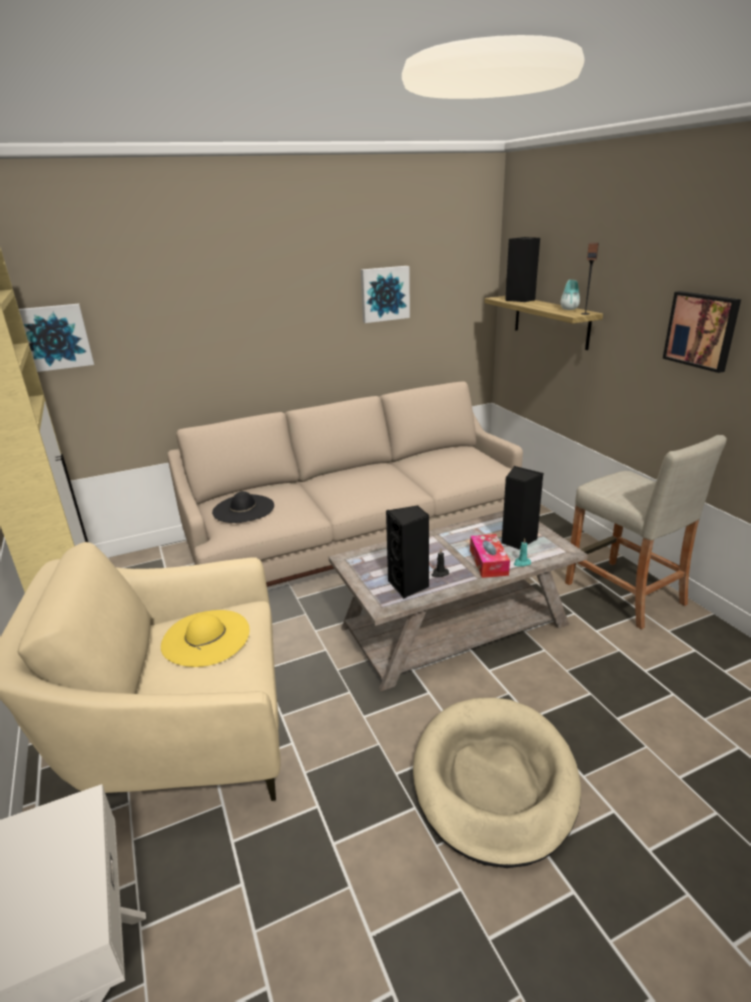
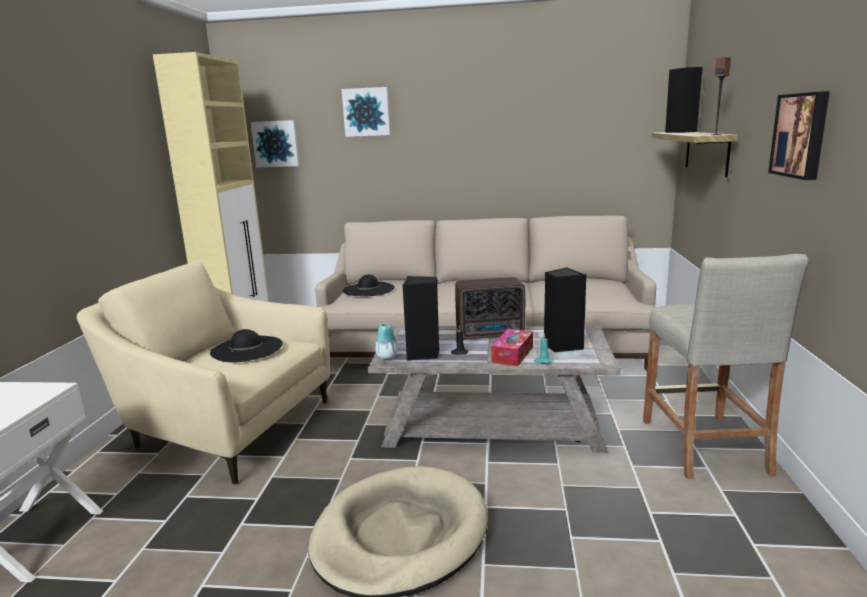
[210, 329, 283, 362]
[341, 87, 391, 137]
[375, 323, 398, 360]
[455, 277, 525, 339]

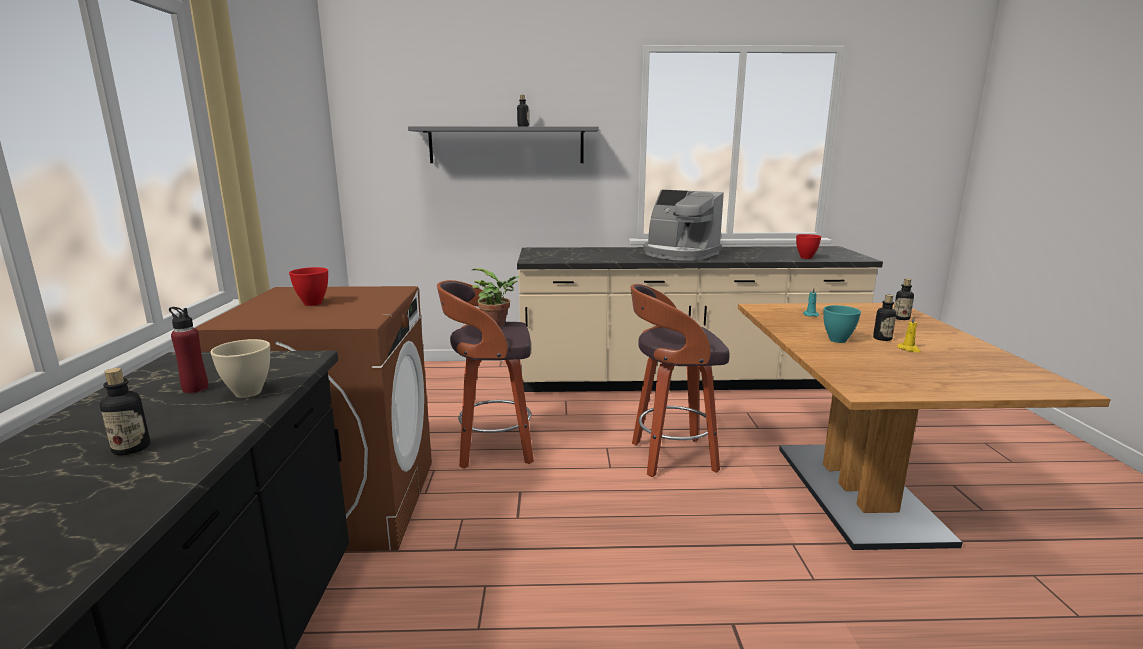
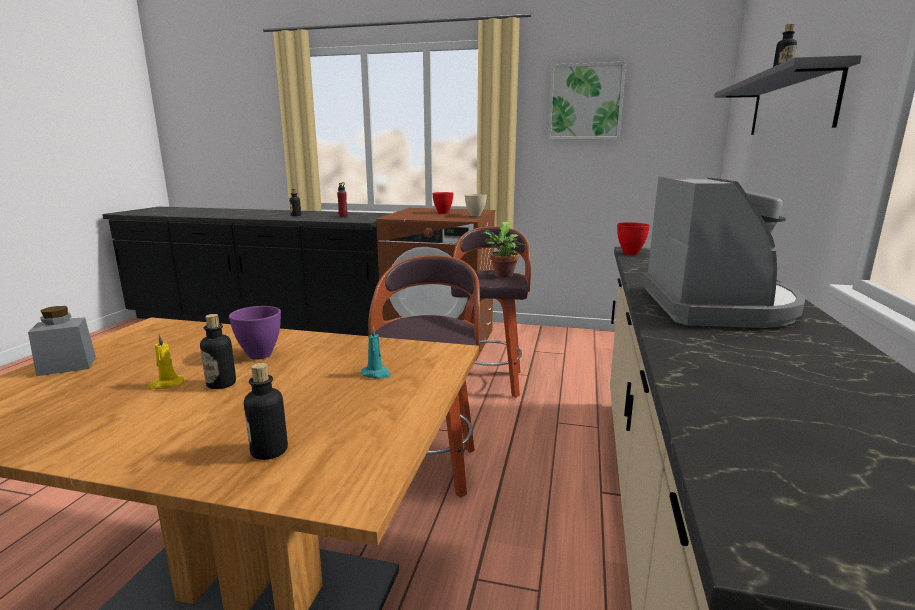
[28, 306, 96, 376]
[229, 306, 281, 360]
[465, 194, 487, 217]
[548, 62, 626, 139]
[617, 222, 650, 255]
[642, 176, 806, 328]

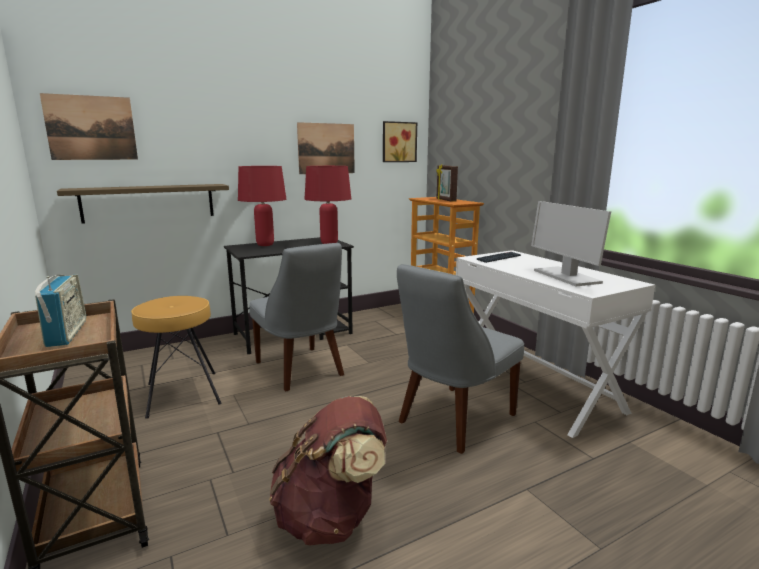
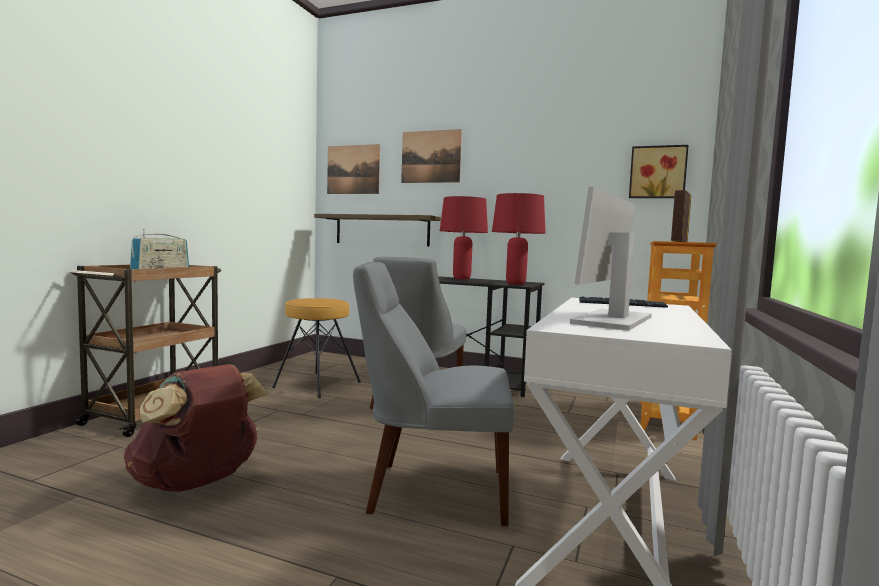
[401, 129, 462, 183]

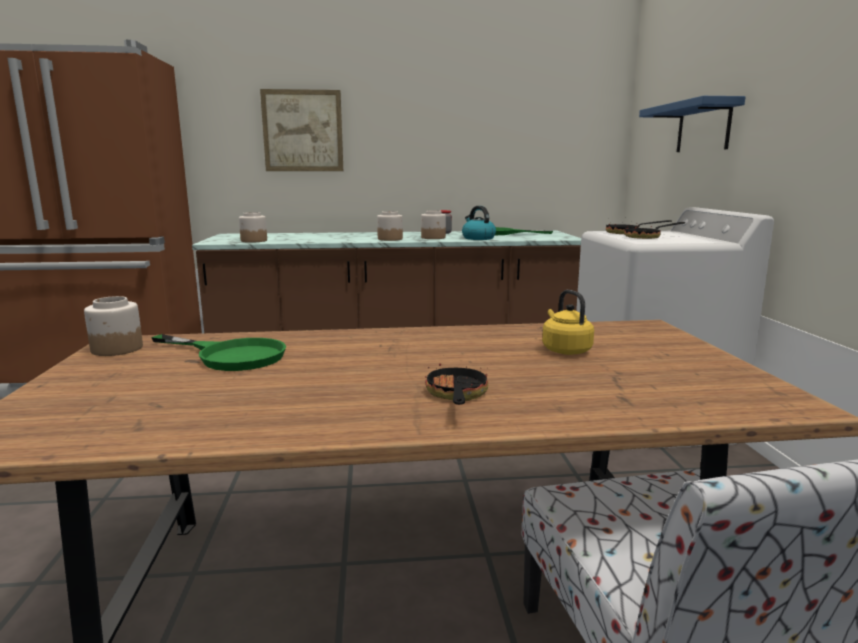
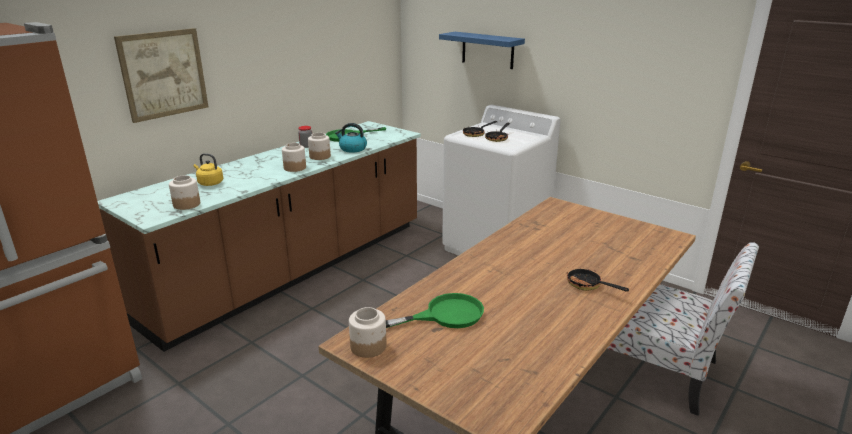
[194, 153, 223, 186]

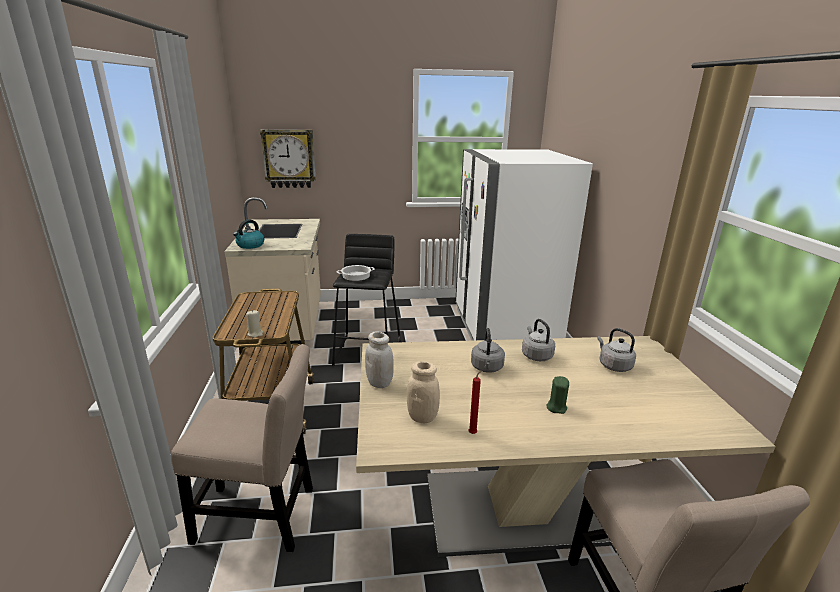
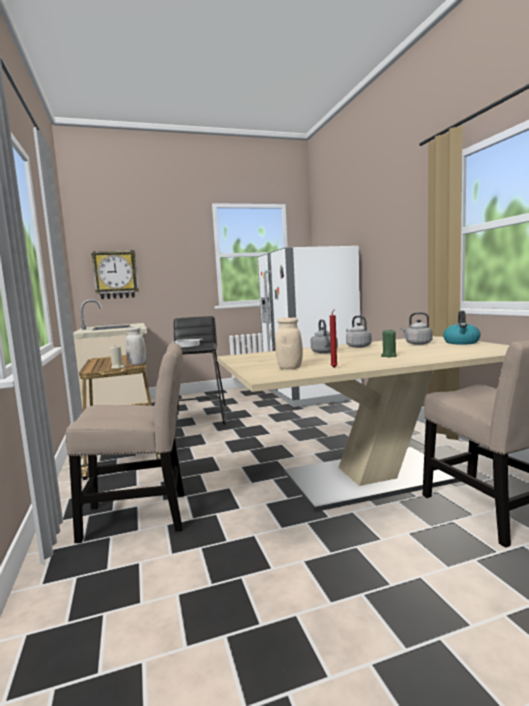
[125, 327, 146, 365]
[443, 311, 481, 345]

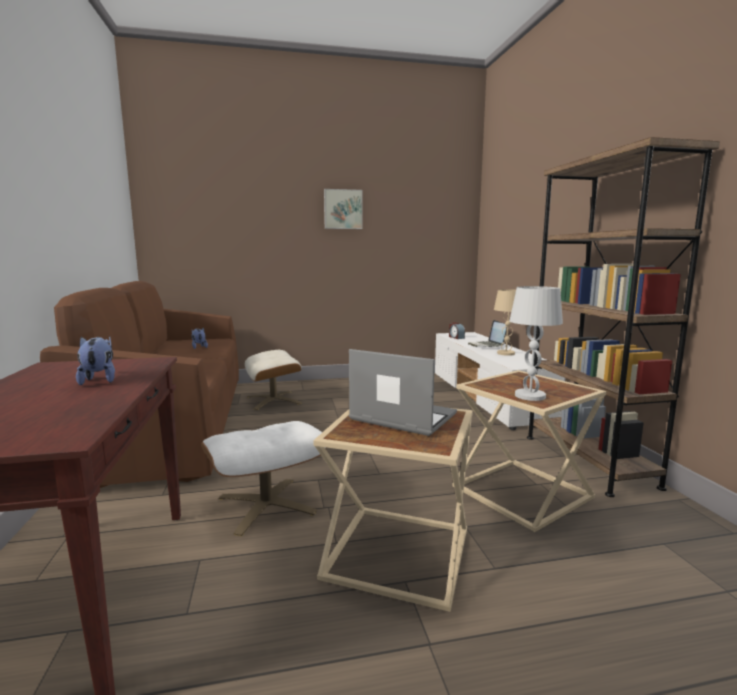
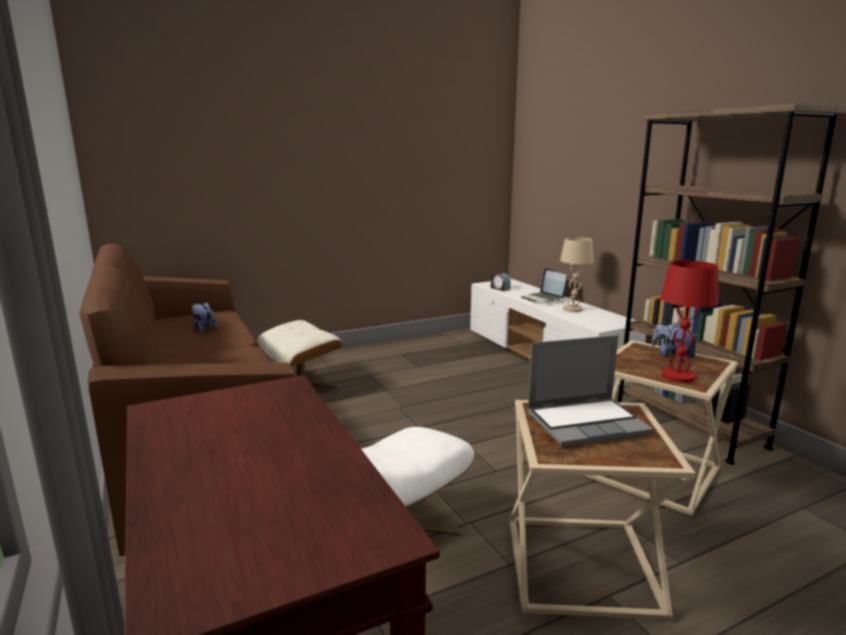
[527, 335, 654, 447]
[652, 322, 698, 362]
[660, 260, 719, 383]
[324, 189, 363, 229] (first image)

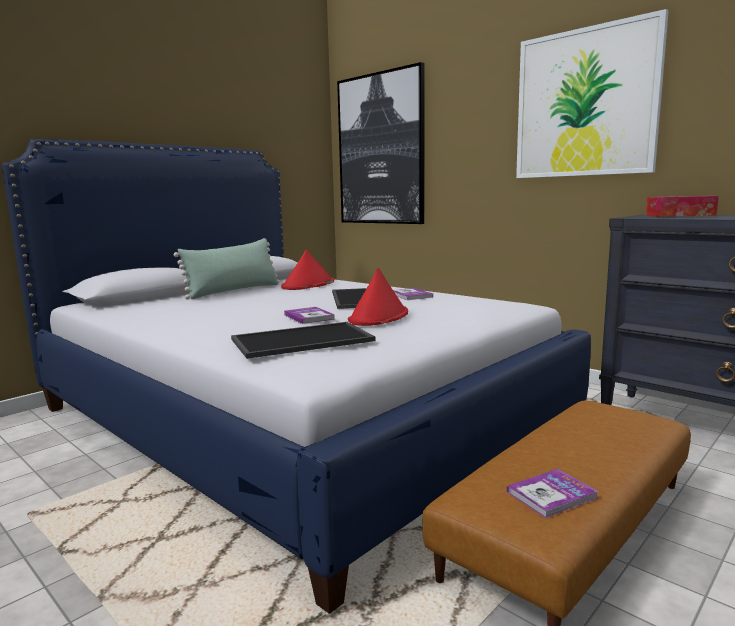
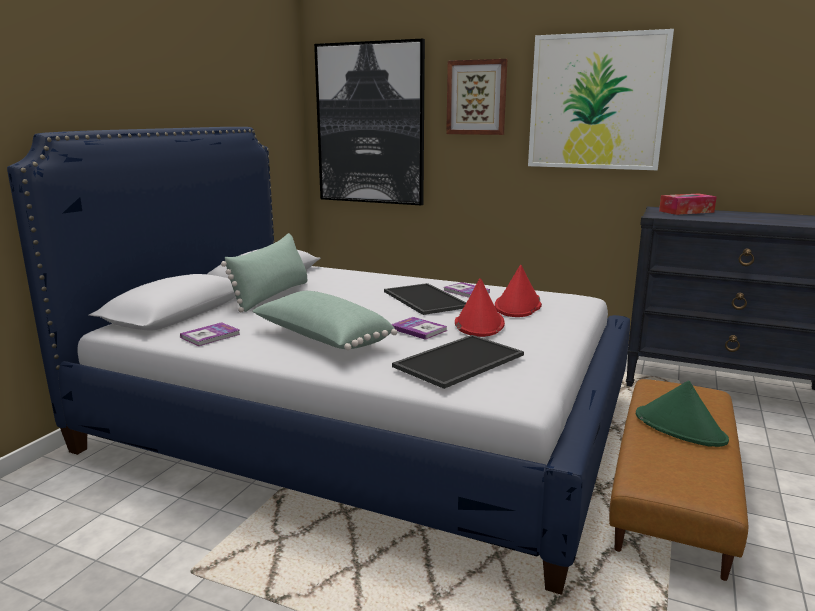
[180, 322, 240, 346]
[252, 291, 397, 350]
[446, 59, 507, 135]
[495, 265, 542, 317]
[636, 381, 729, 447]

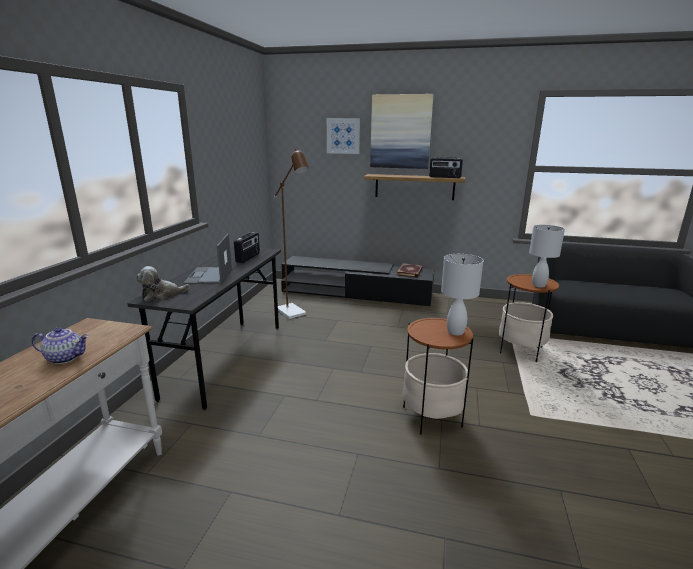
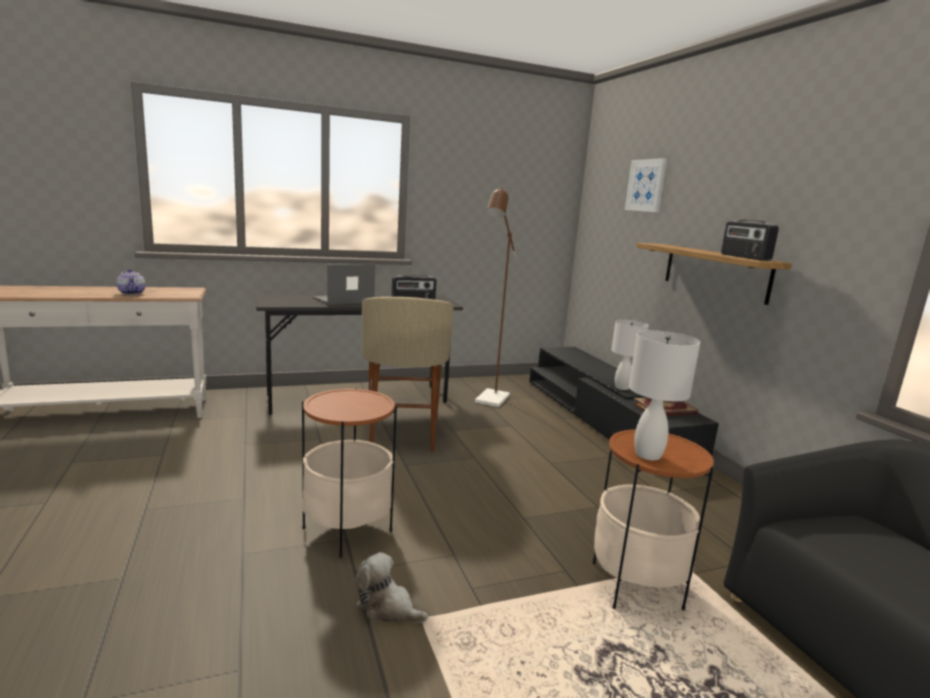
[355, 552, 428, 623]
[362, 297, 454, 451]
[611, 320, 649, 390]
[370, 94, 433, 169] (first image)

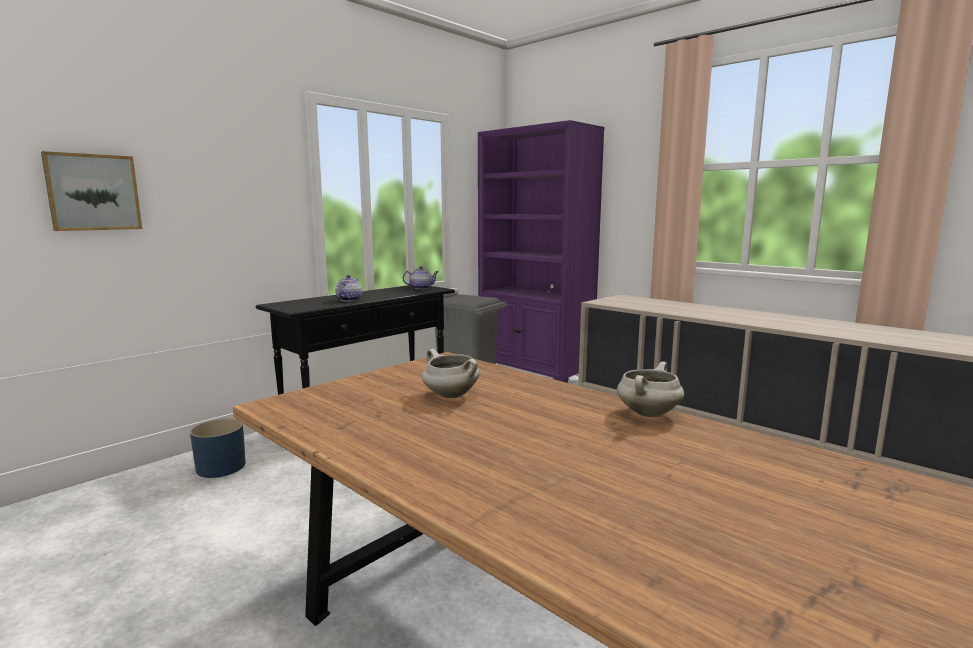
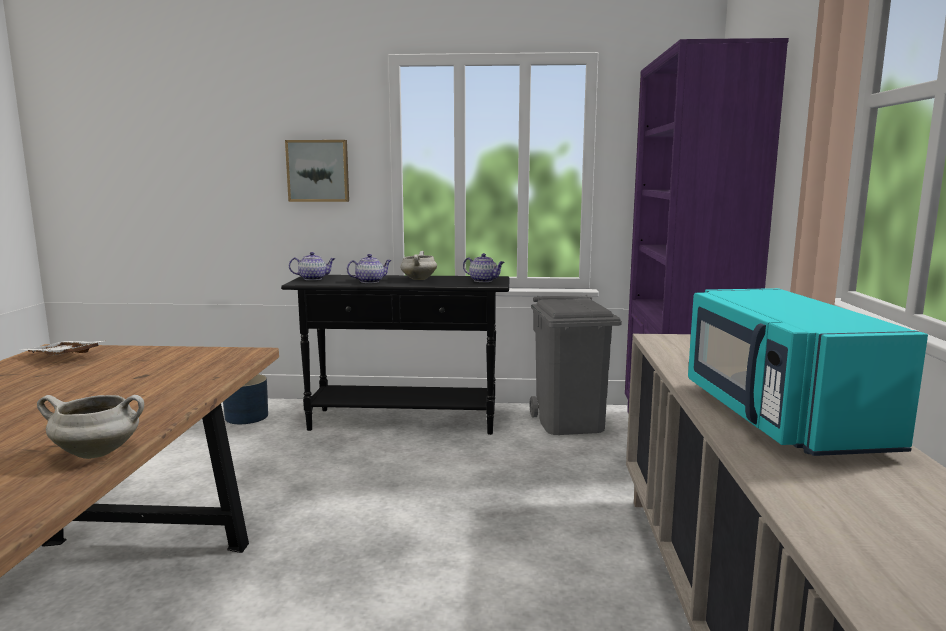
[20, 341, 103, 355]
[285, 140, 349, 202]
[289, 252, 335, 280]
[400, 251, 437, 280]
[688, 288, 928, 456]

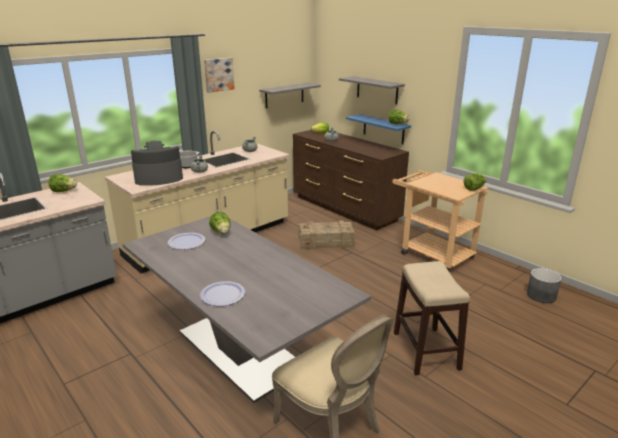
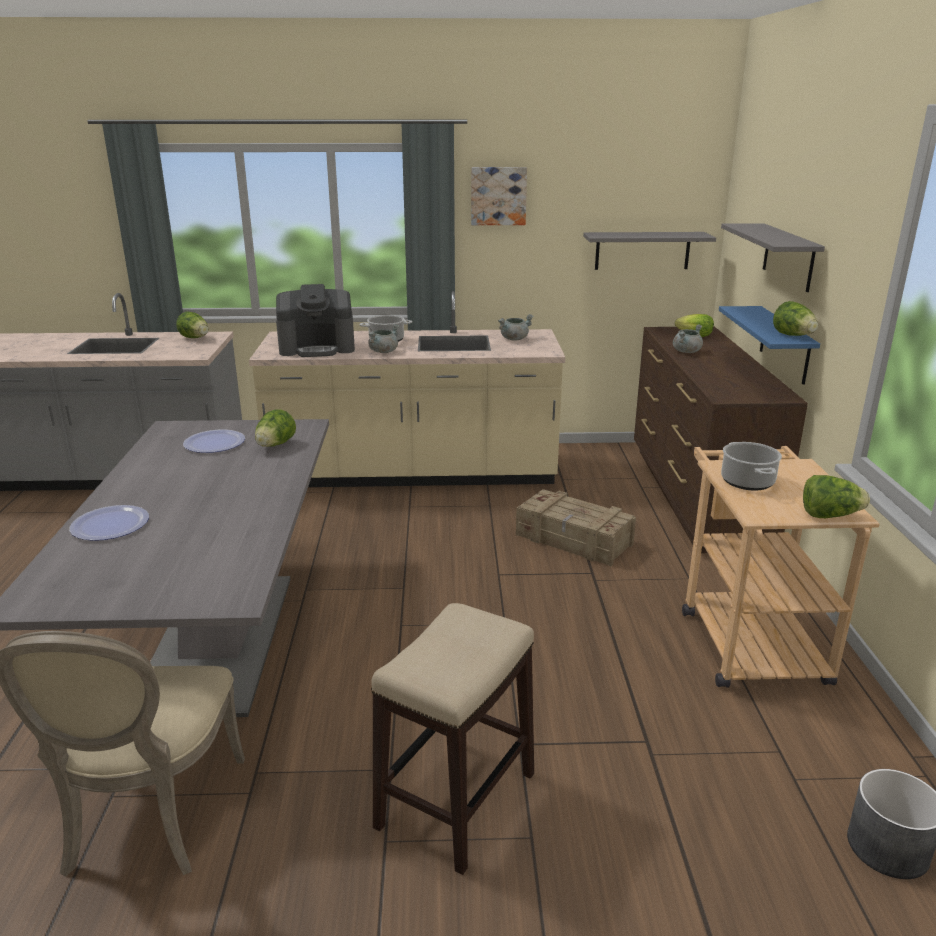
[276, 284, 355, 357]
[721, 442, 782, 490]

